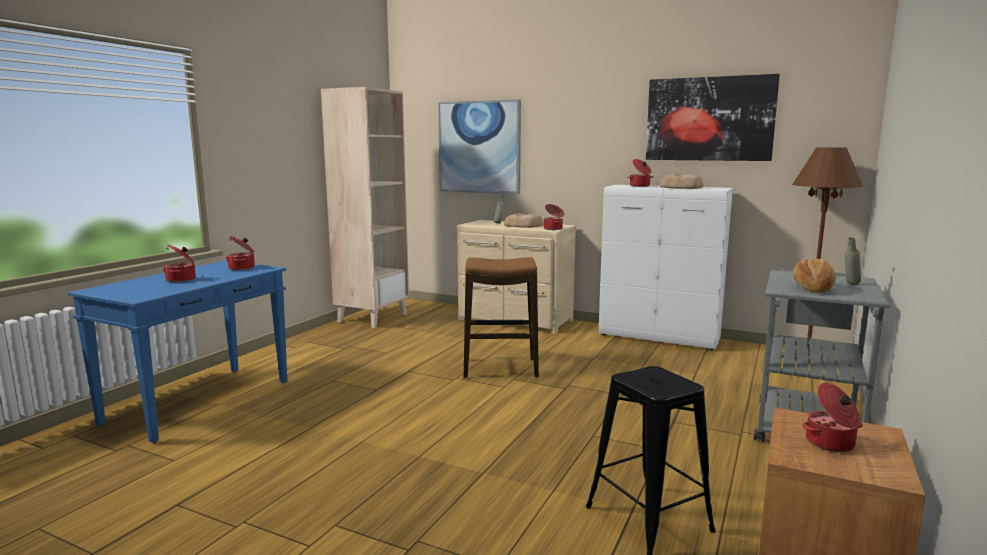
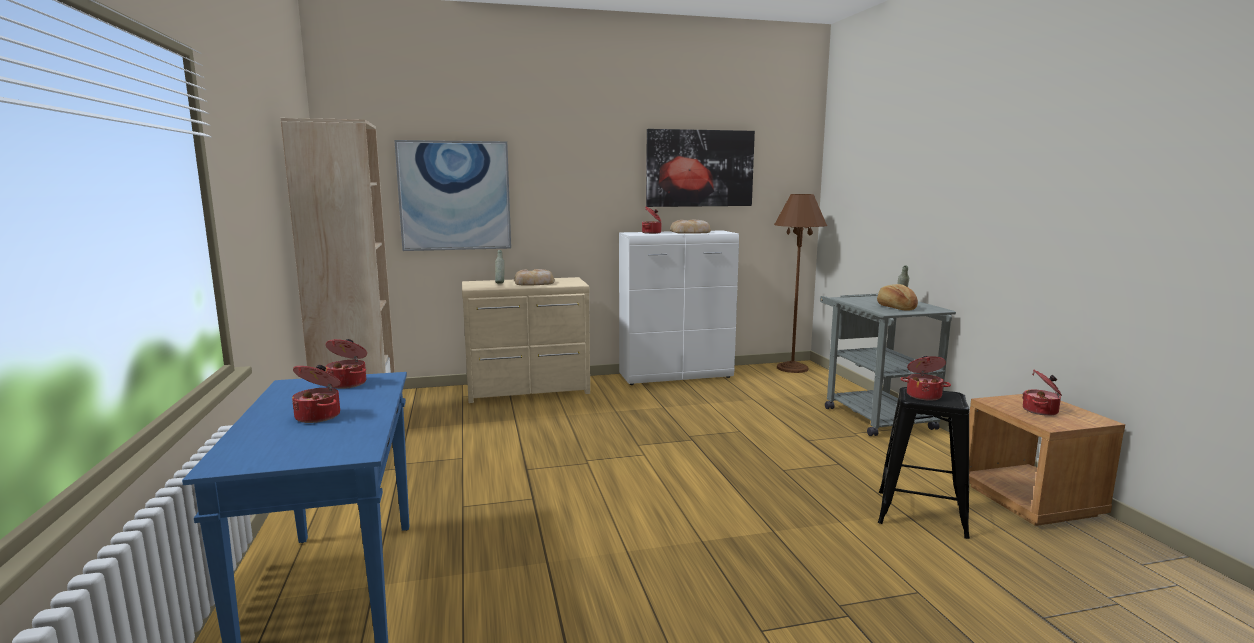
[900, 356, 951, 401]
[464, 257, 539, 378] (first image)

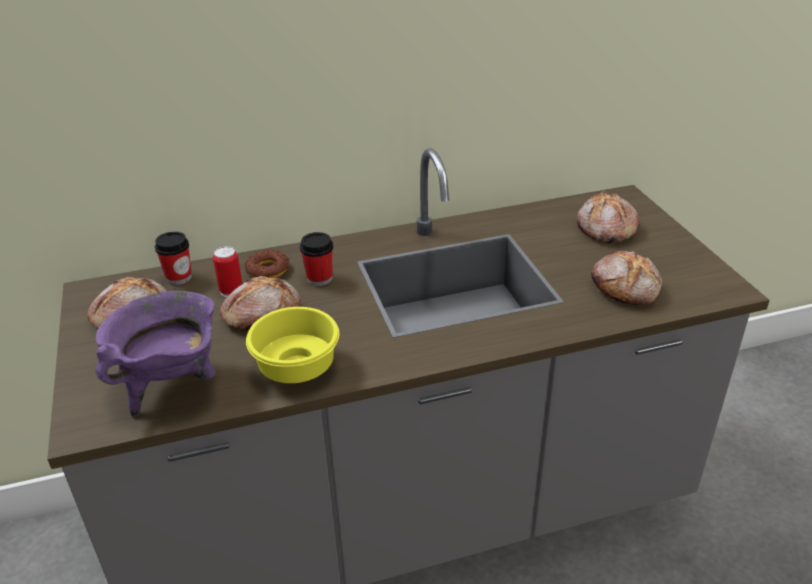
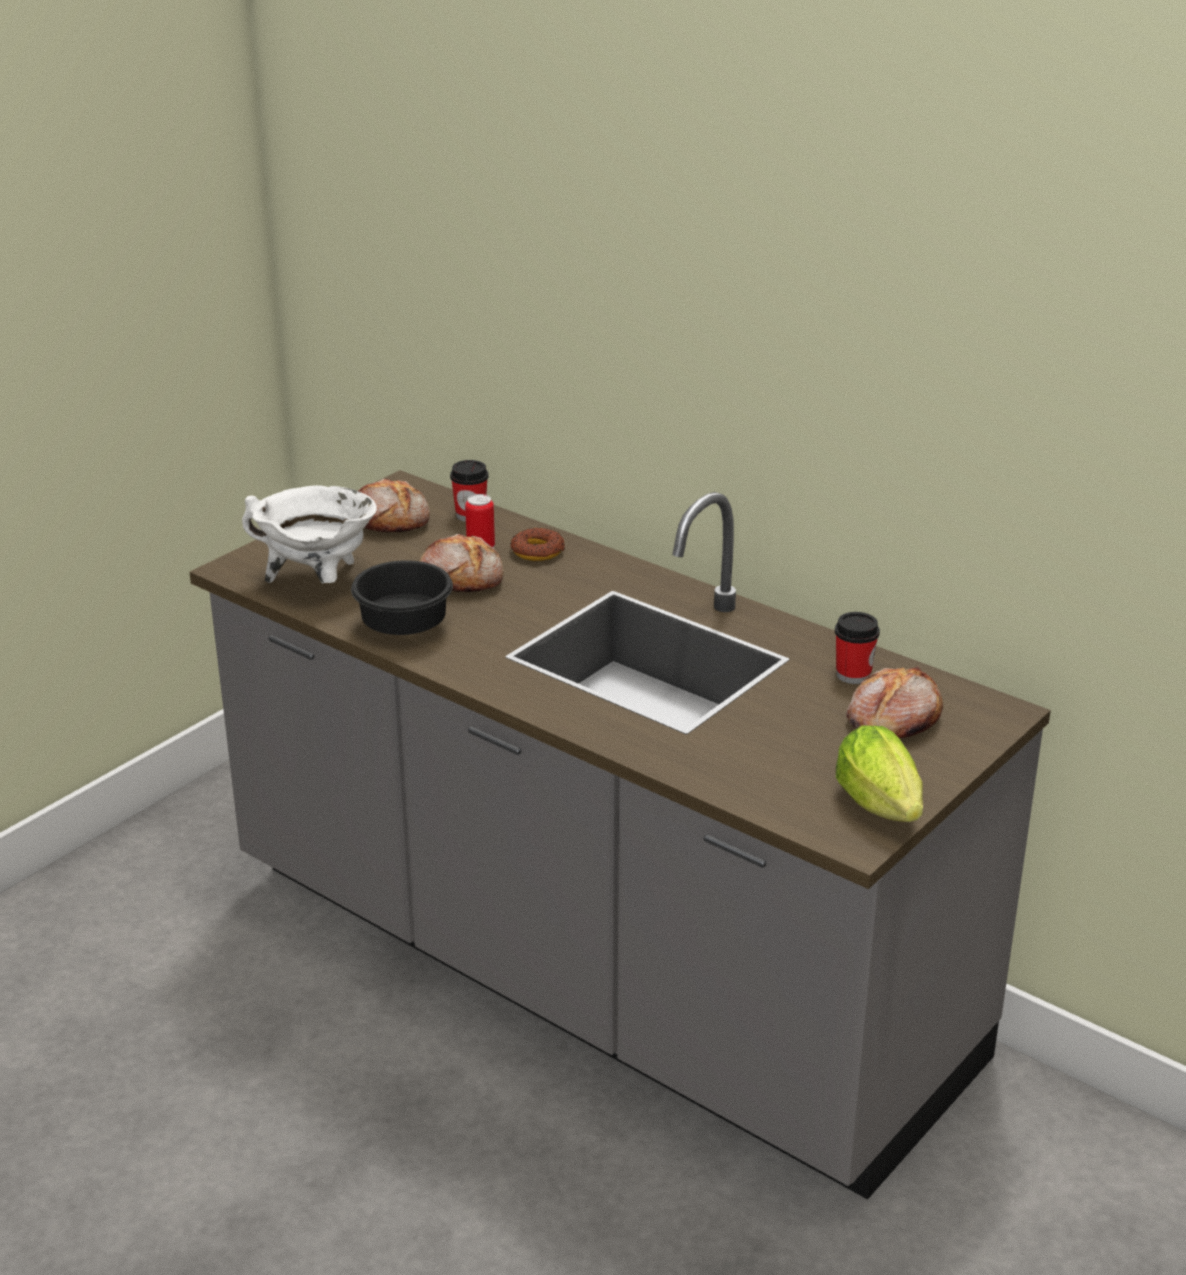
[242, 485, 377, 584]
[351, 560, 453, 635]
[835, 612, 880, 684]
[836, 725, 923, 822]
[591, 251, 662, 305] (first image)

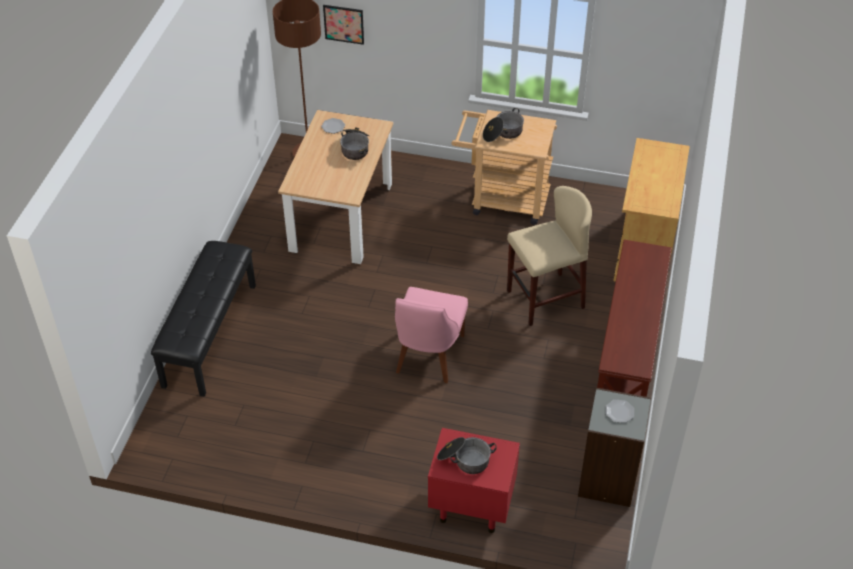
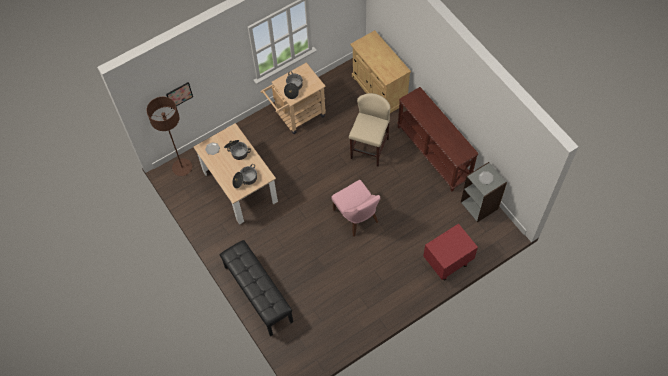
[232, 164, 257, 189]

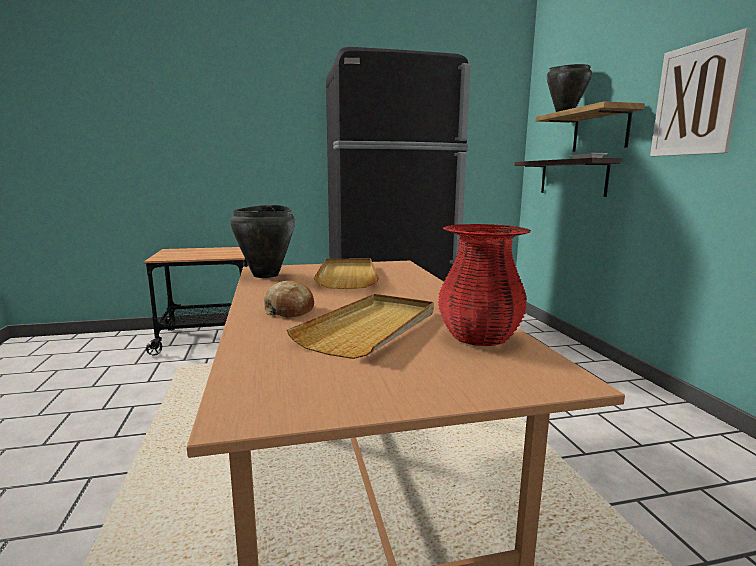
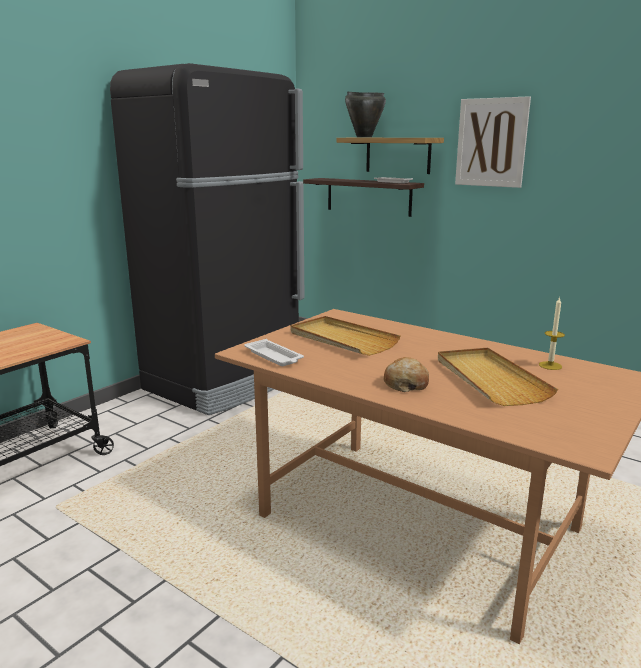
[244, 339, 304, 366]
[539, 296, 565, 370]

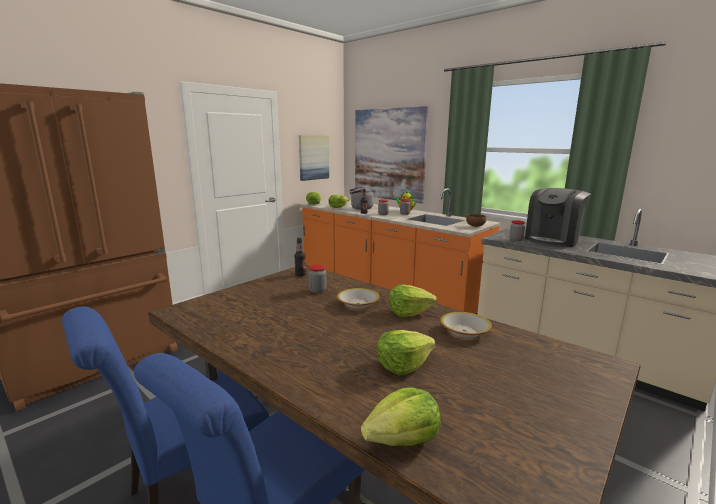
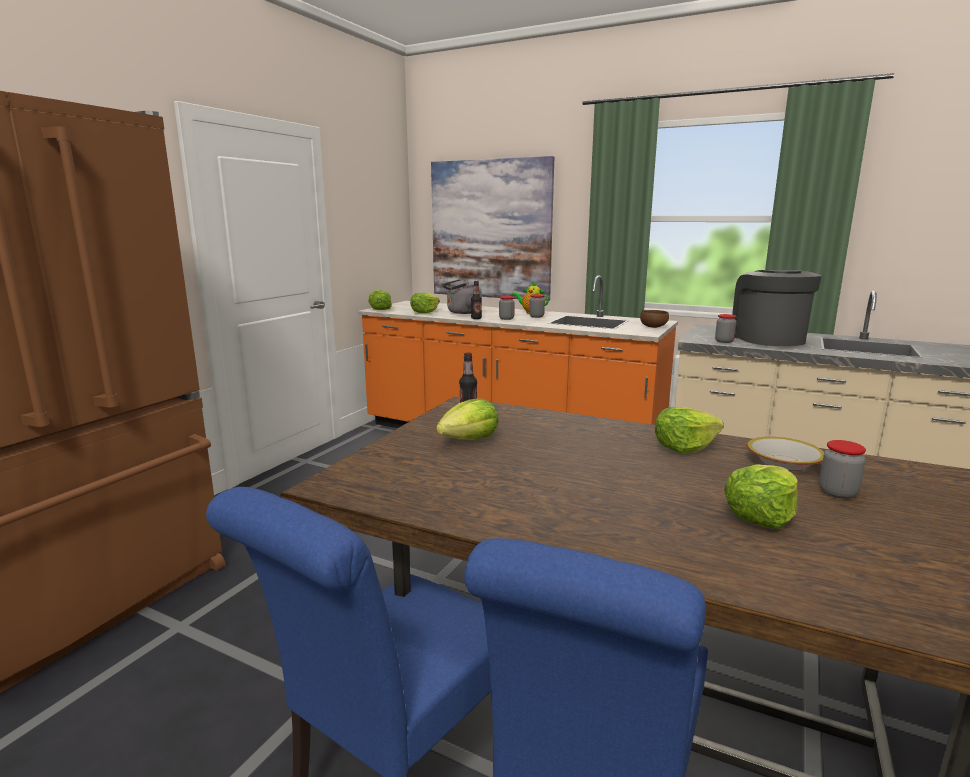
[436, 399, 499, 440]
[732, 270, 822, 346]
[819, 440, 866, 499]
[299, 135, 329, 181] (first image)
[337, 288, 380, 309] (first image)

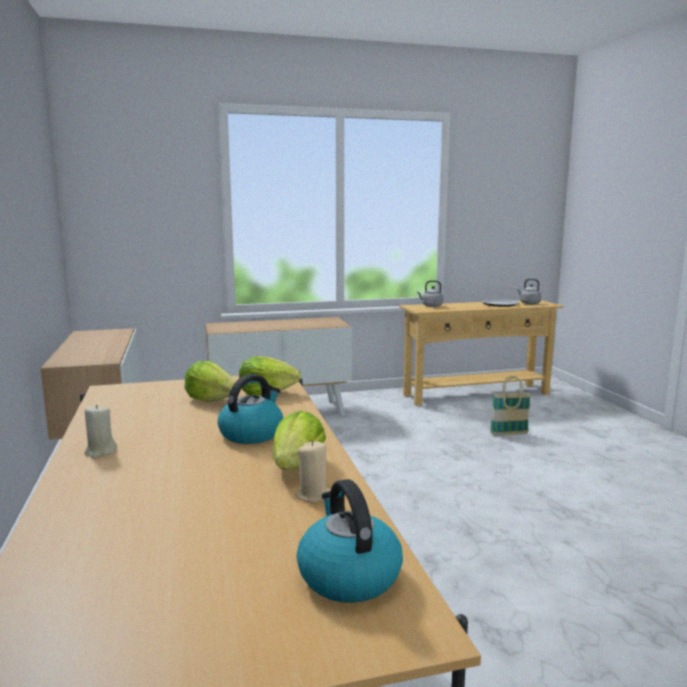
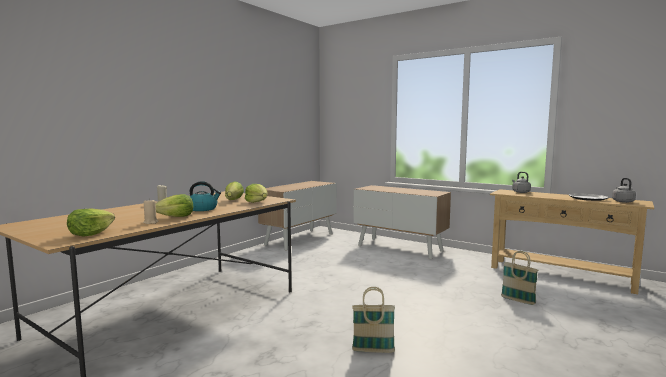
[67, 208, 115, 236]
[352, 287, 395, 353]

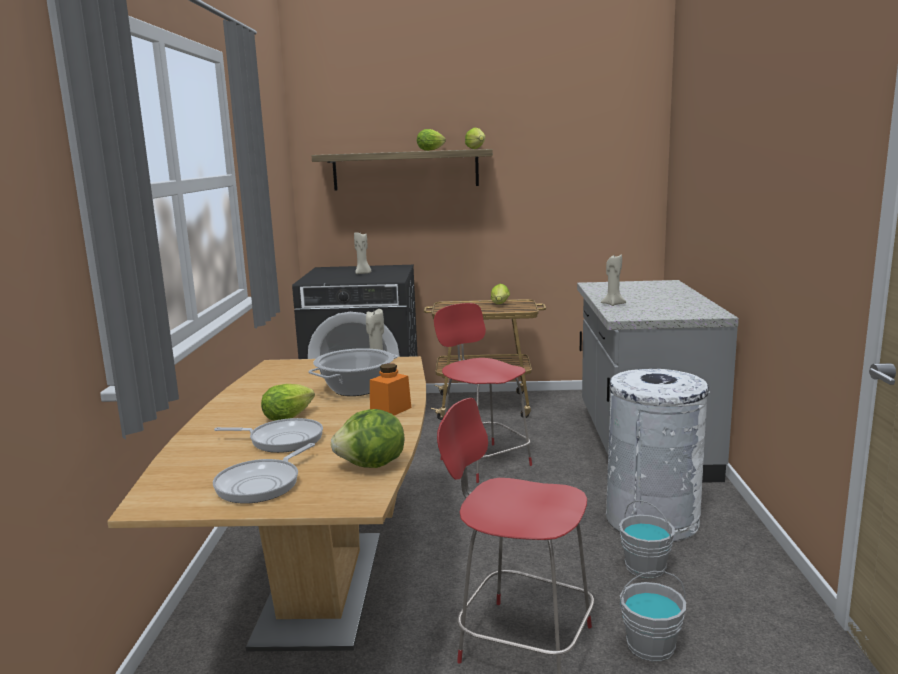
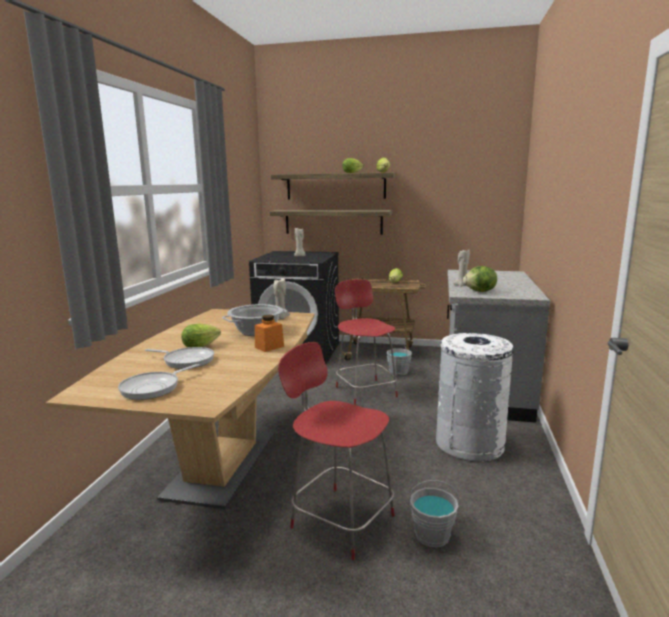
[270, 210, 392, 235]
[386, 339, 412, 376]
[463, 266, 497, 292]

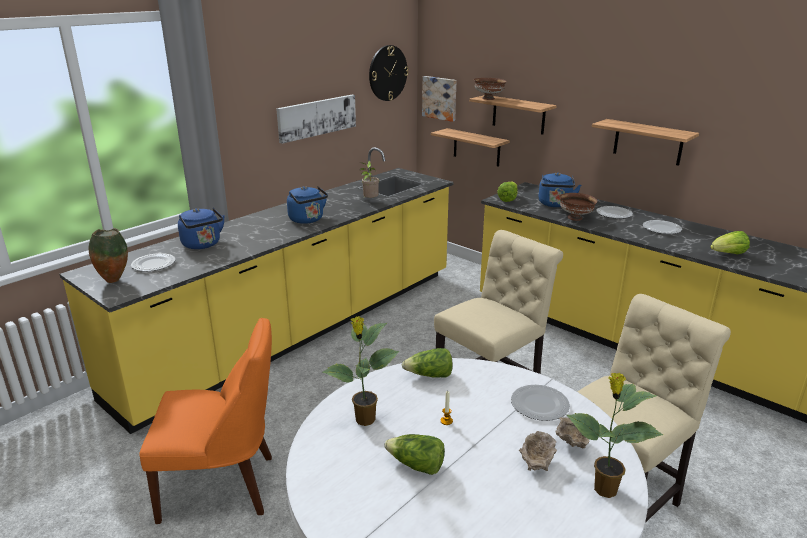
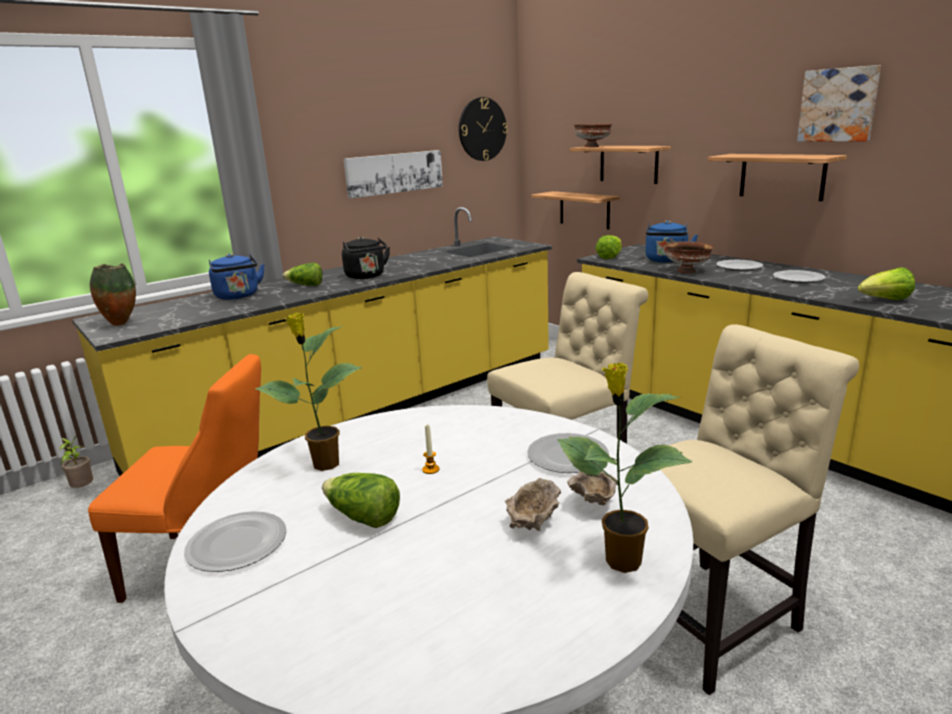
[59, 435, 93, 488]
[184, 511, 287, 572]
[282, 263, 323, 286]
[342, 237, 390, 279]
[797, 65, 881, 142]

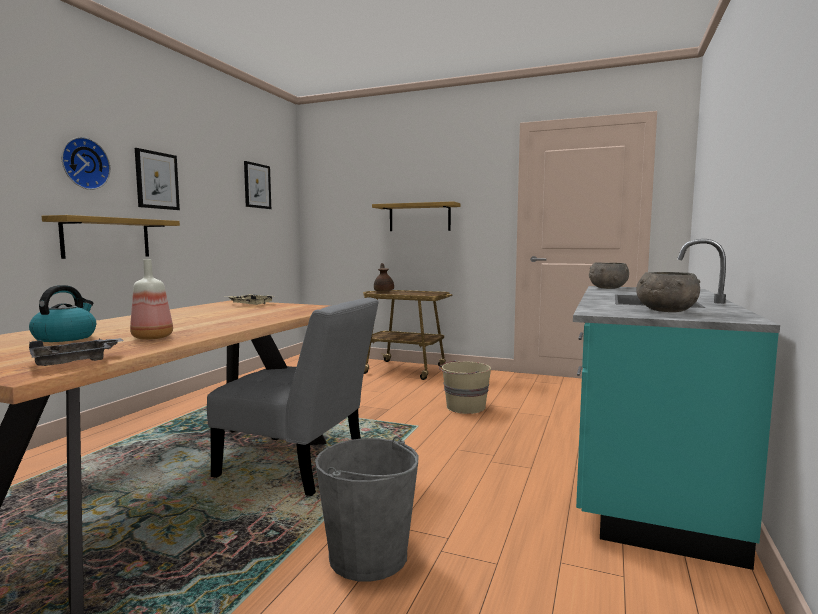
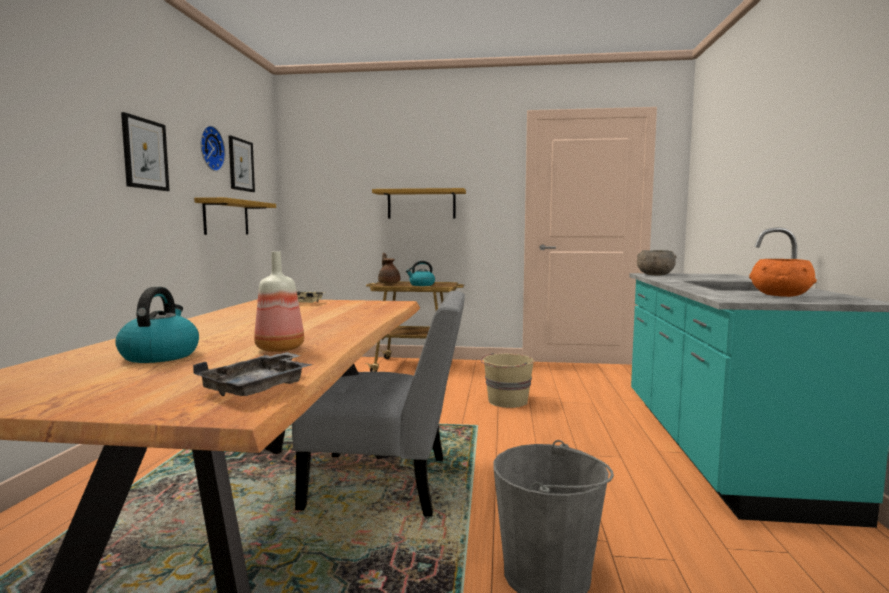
[194, 197, 276, 235]
[200, 125, 226, 171]
[406, 261, 435, 286]
[749, 259, 817, 297]

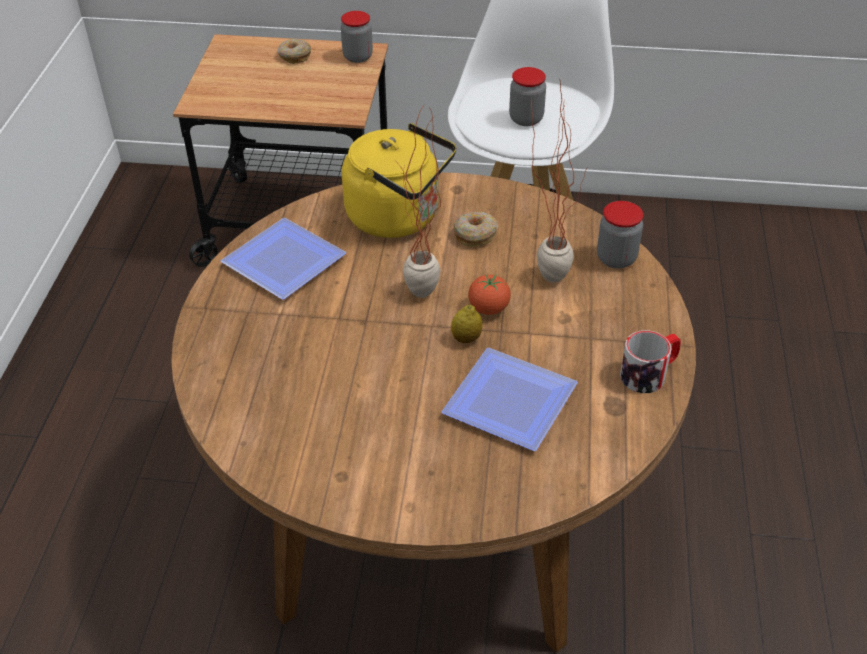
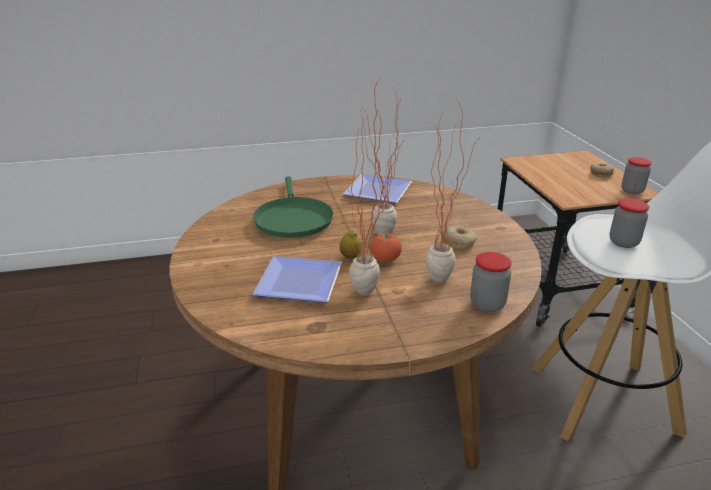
[253, 176, 333, 238]
[347, 109, 405, 295]
[342, 123, 456, 238] (first image)
[620, 330, 681, 393] (first image)

